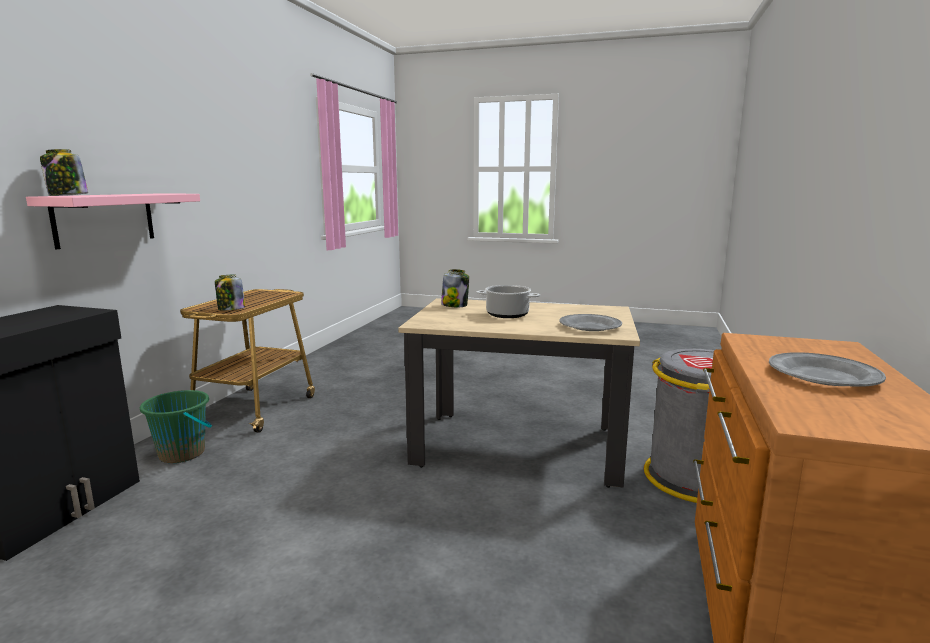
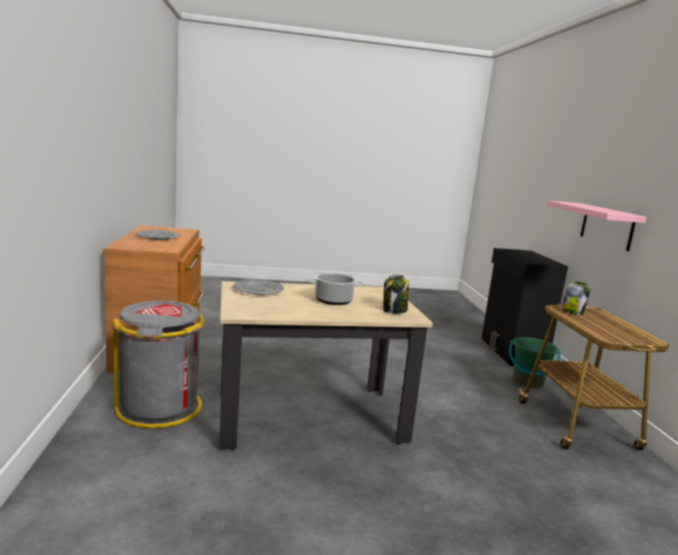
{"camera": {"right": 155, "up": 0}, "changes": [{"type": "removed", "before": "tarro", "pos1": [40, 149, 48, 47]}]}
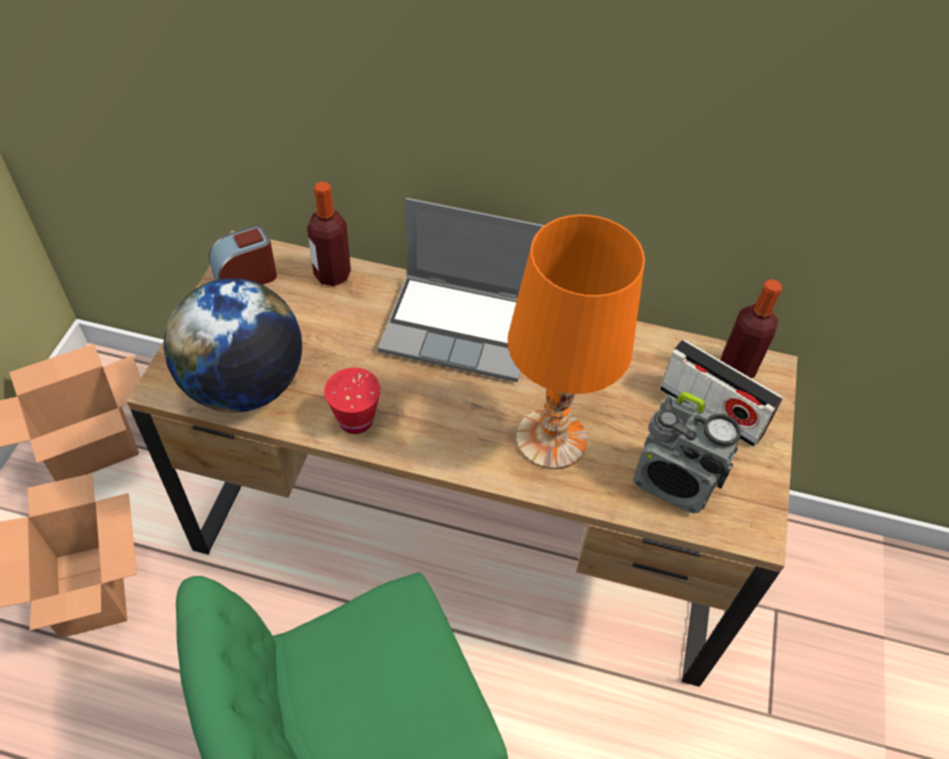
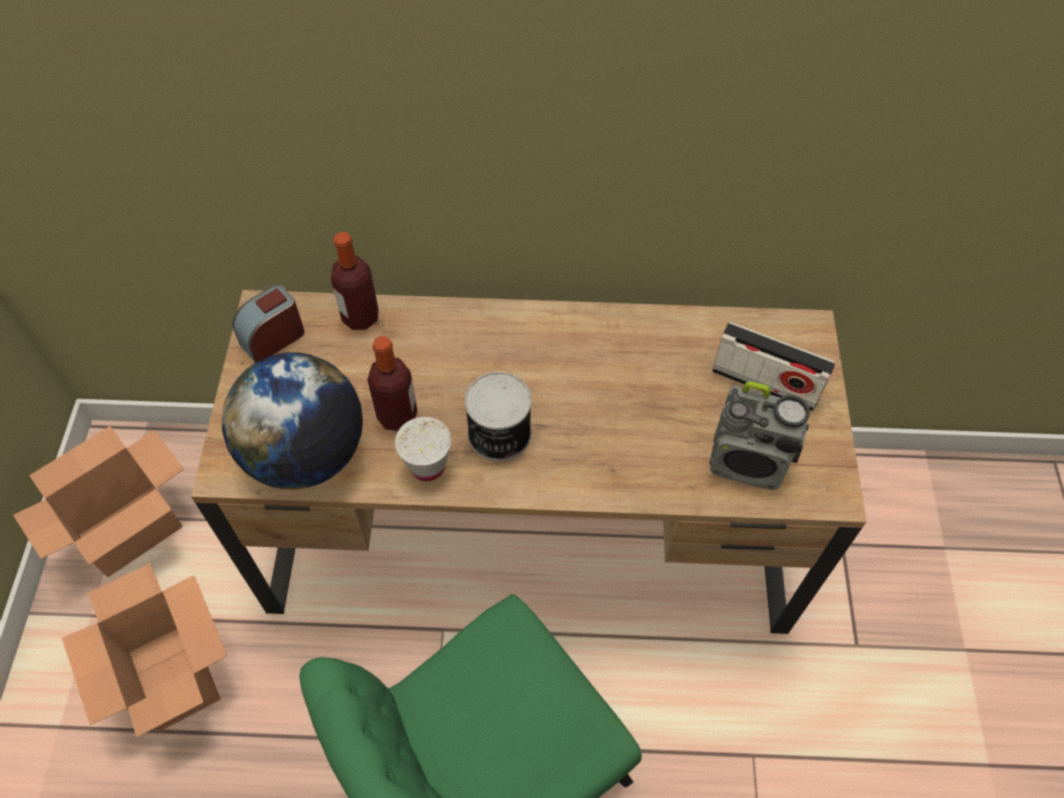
{"camera": {"right": -10, "up": 5}, "changes": [{"type": "moved", "before": "botella", "pos1": [720, 279, 62, 99], "pos2": [367, 336, 50, 95]}, {"type": "recoloured", "before": "taza [rojo]", "after": "taza [blanco]", "pos1": [324, 368, 57, 66], "pos2": [395, 417, 56, 64]}, {"type": "added", "after": "lata", "pos2": [465, 372, 67, 89]}, {"type": "removed", "before": "portátil", "pos1": [378, 198, 166, 184]}, {"type": "removed", "before": "lámpara de mesa [naranja]", "pos1": [508, 215, 137, 254]}]}
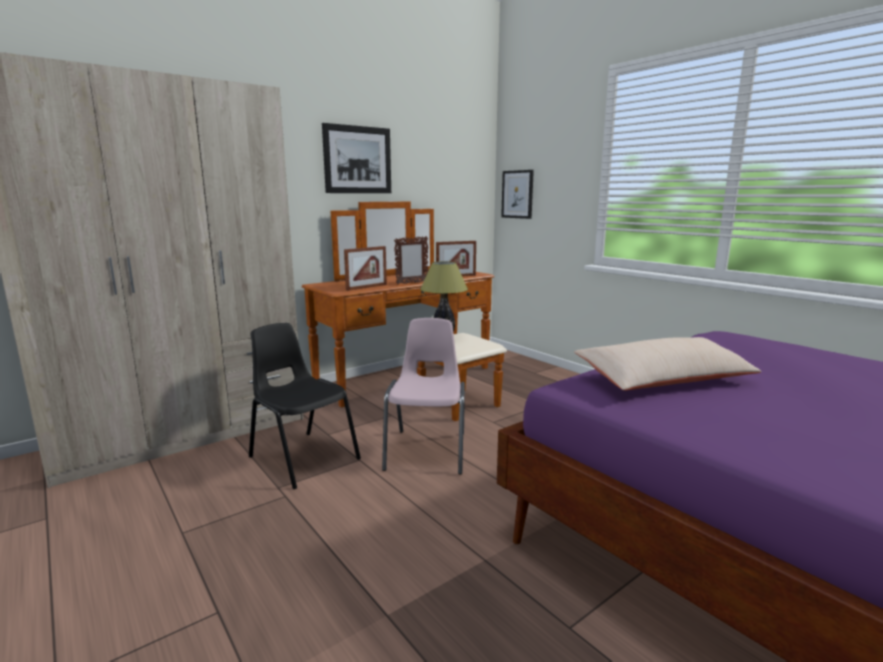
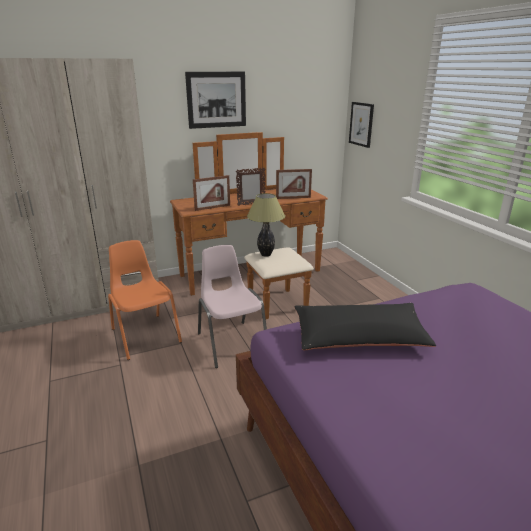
{"camera": {"right": 15, "up": 10}, "changes": [{"type": "recoloured", "before": "silla [negro]", "after": "silla [naranja]", "pos1": [249, 323, 112, 166], "pos2": [108, 240, 74, 120]}, {"type": "turned", "before": "silla [rosa]", "pos1": [382, 318, 83, 157], "pos2": [198, 245, 69, 123], "turn": -45}, {"type": "recoloured", "before": "cojín [beis]", "after": "cojín [negro]", "pos1": [574, 337, 188, 54], "pos2": [294, 303, 142, 47]}]}
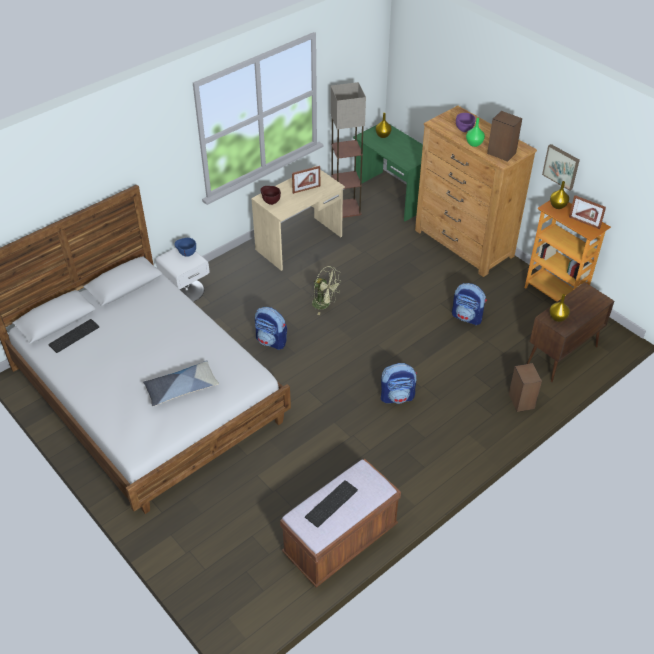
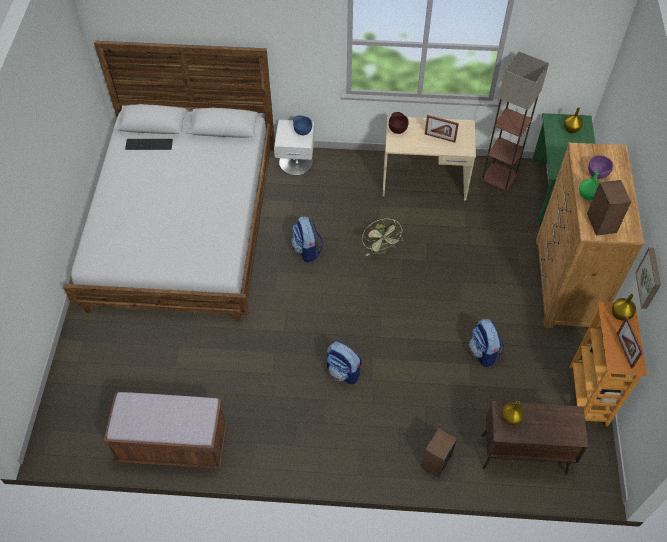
{"camera": {"right": 45, "up": 10}, "changes": [{"type": "removed", "before": "cojín", "pos1": [143, 361, 76, 45]}, {"type": "removed", "before": "teclado", "pos1": [305, 480, 53, 48]}]}
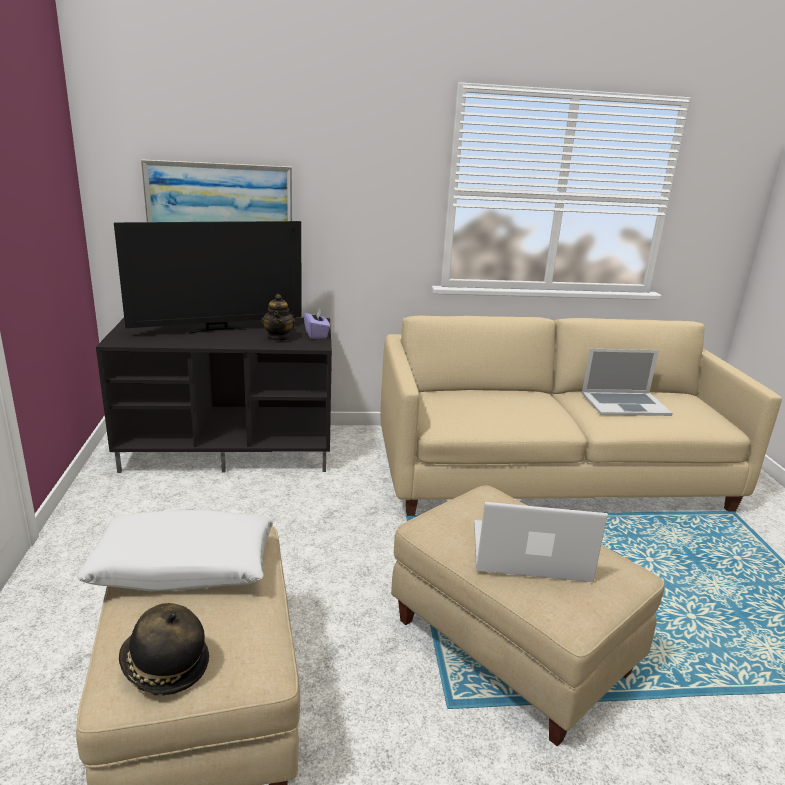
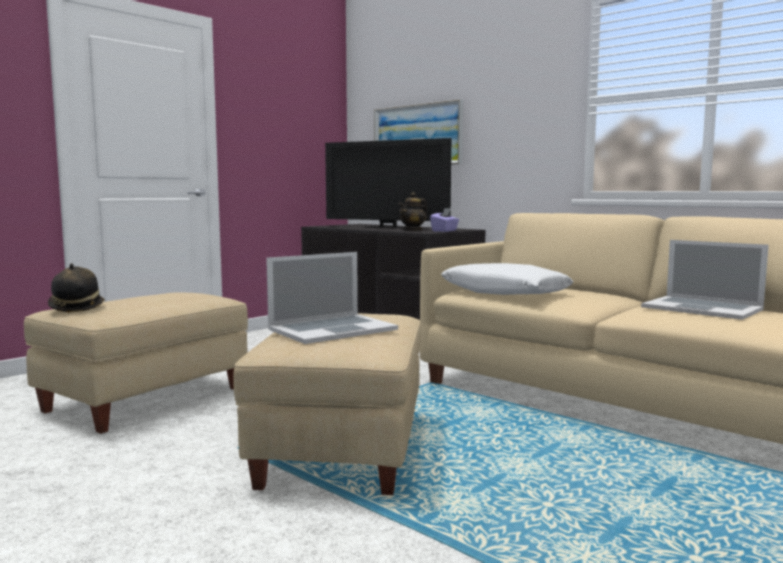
{"camera": {"right": 50, "up": -15}, "changes": [{"type": "turned", "before": "portátil", "pos1": [474, 502, 134, 80], "pos2": [266, 252, 132, 92], "turn": 90}, {"type": "moved", "before": "cojín [blanco]", "pos1": [77, 510, 196, 82], "pos2": [441, 263, 133, 32]}]}
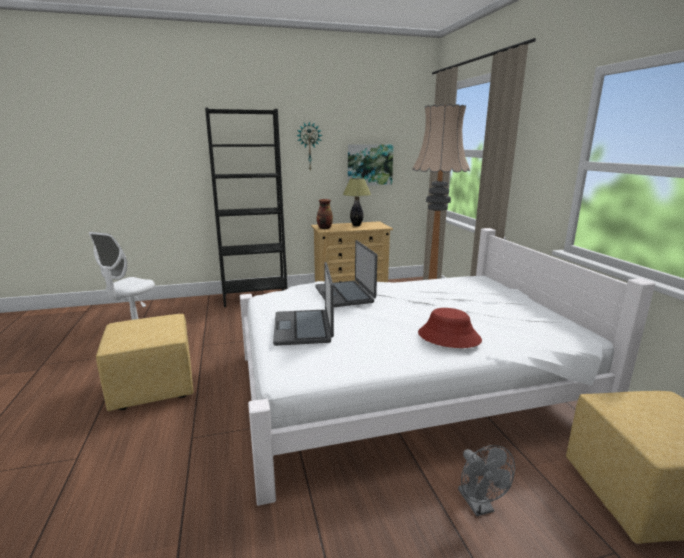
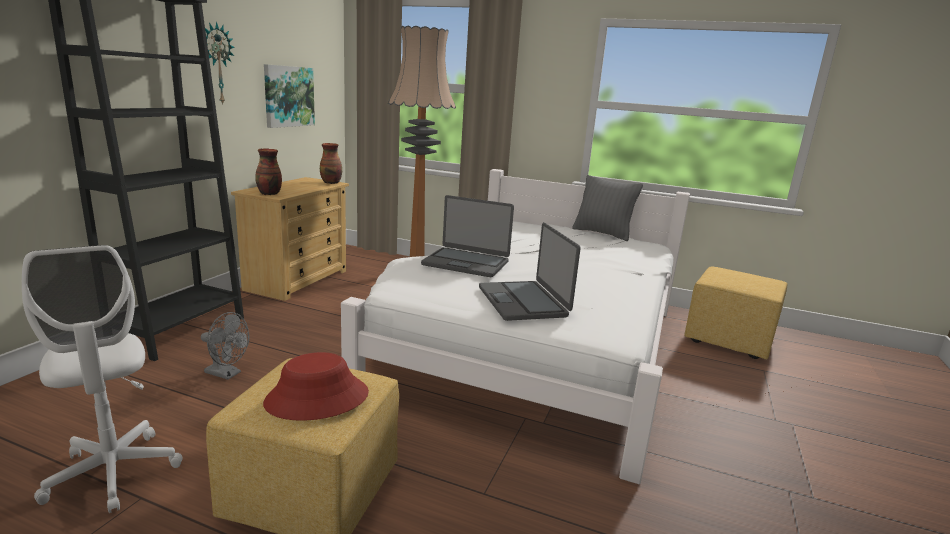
{"camera": {"right": -55, "up": 0}, "changes": [{"type": "moved", "before": "ventilador [gris]", "pos1": [458, 445, 57, 72], "pos2": [201, 312, 48, 68]}, {"type": "moved", "before": "sombrero [rojo]", "pos1": [418, 308, 64, 40], "pos2": [263, 352, 106, 69]}, {"type": "added", "after": "florero", "pos2": [320, 143, 22, 41]}, {"type": "turned", "before": "portátil", "pos1": [273, 262, 61, 84], "pos2": [479, 222, 102, 99], "turn": 45}, {"type": "added", "after": "cojín [gris]", "pos2": [572, 175, 71, 66]}, {"type": "removed", "before": "lámpara de mesa", "pos1": [343, 178, 28, 48]}]}
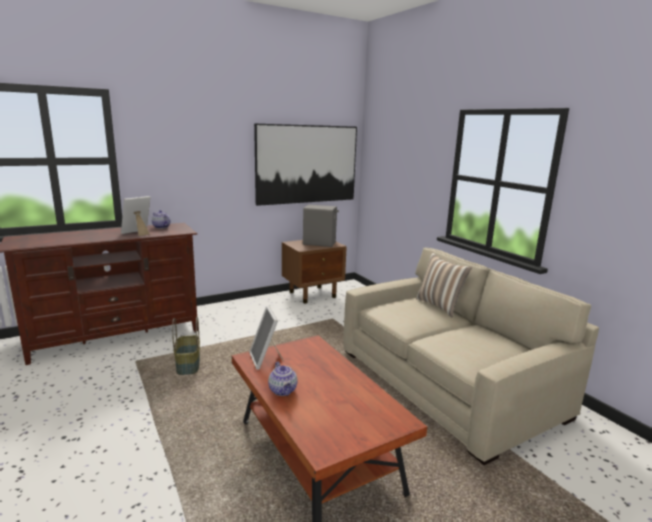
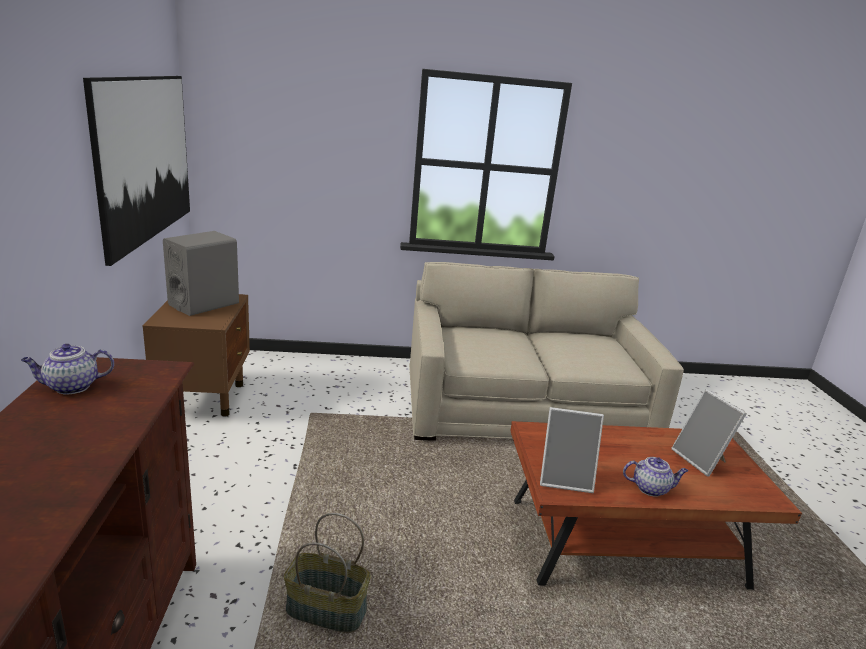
{"camera": {"right": -65, "up": 5}, "changes": [{"type": "moved", "before": "portarretratos", "pos1": [121, 196, 29, 40], "pos2": [671, 389, 76, 87]}, {"type": "removed", "before": "cojín", "pos1": [416, 253, 56, 64]}]}
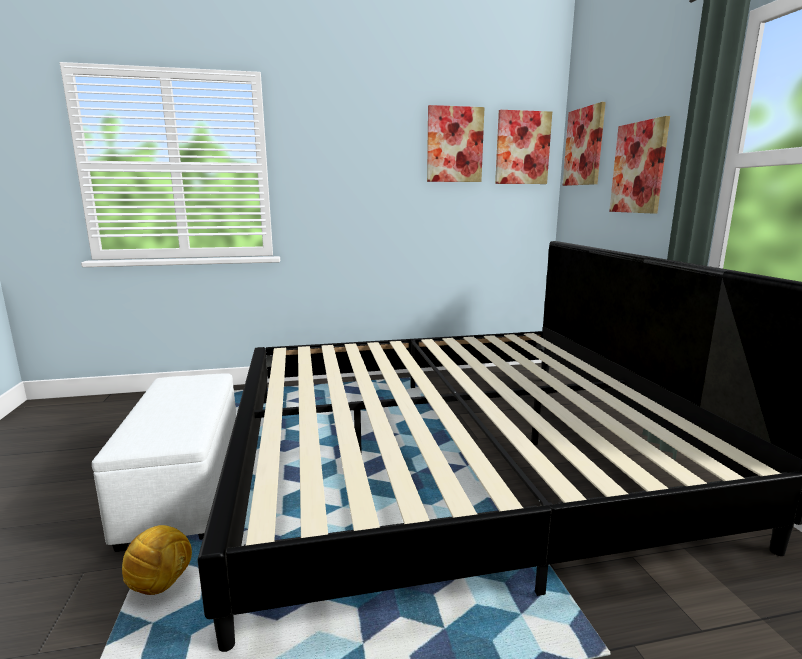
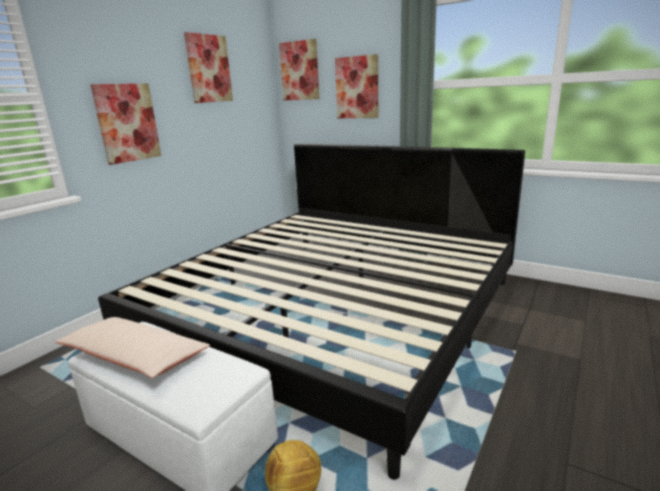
{"camera": {"right": -45, "up": 5}, "changes": [{"type": "added", "after": "cojín [beis]", "pos2": [55, 317, 155, 61]}, {"type": "moved", "before": "cuadro", "pos1": [495, 110, 57, 74], "pos2": [90, 84, 71, 81]}]}
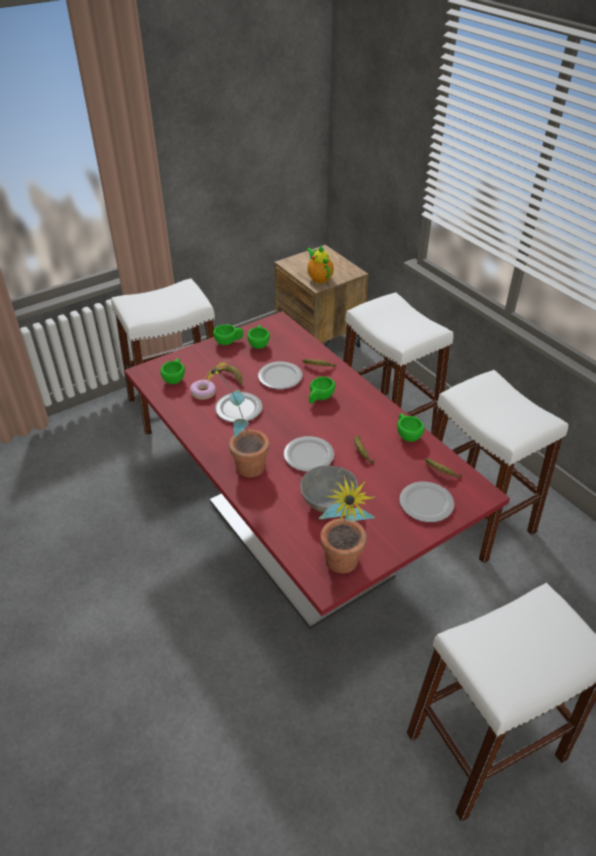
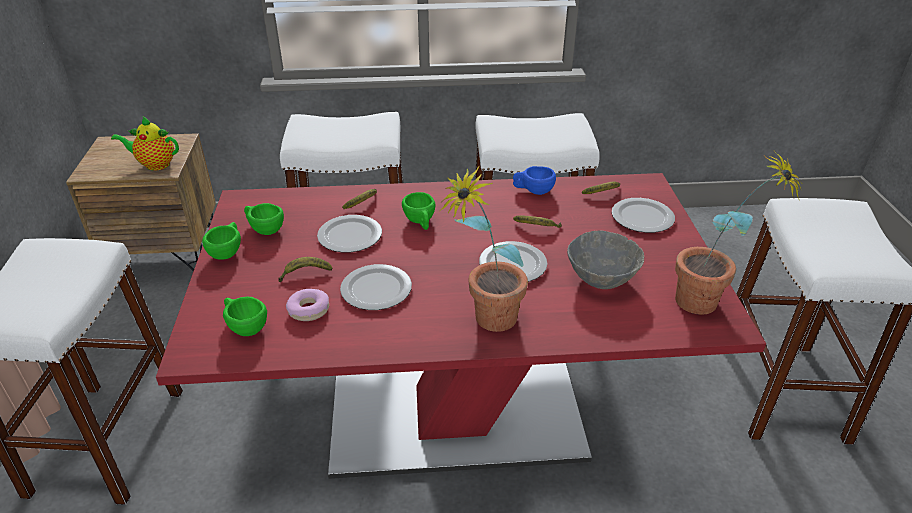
{"camera": {"right": -60, "up": -5}, "changes": [{"type": "recoloured", "before": "taza [verde]", "after": "taza [azul]", "pos1": [397, 413, 27, 29], "pos2": [513, 166, 43, 29]}]}
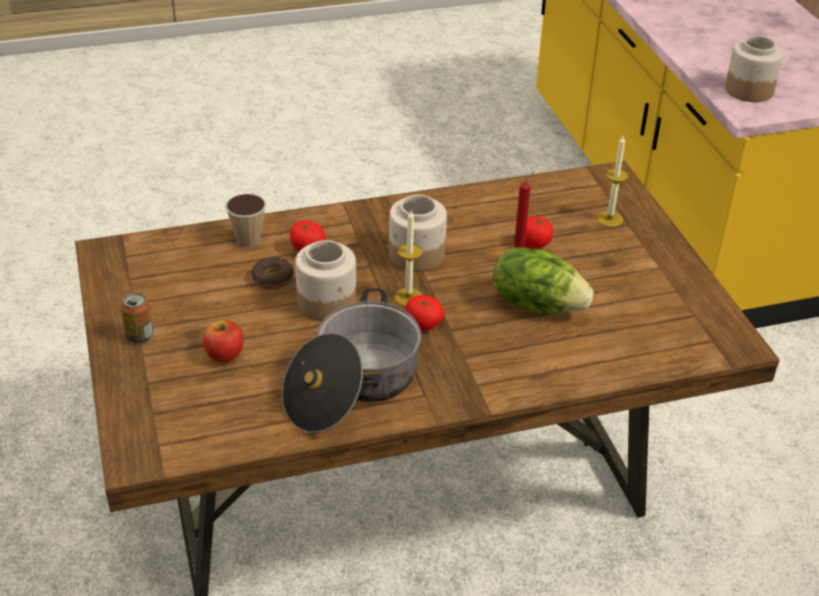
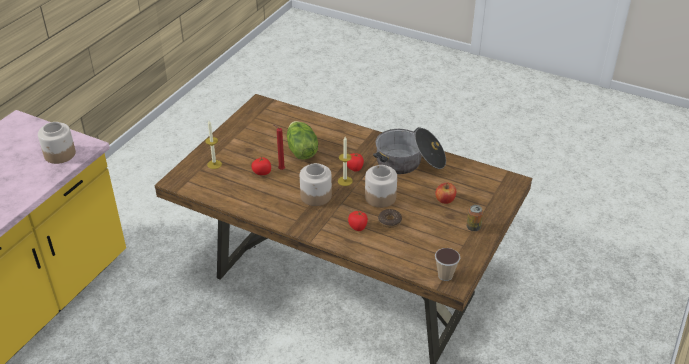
{"camera": {"right": -135, "up": 0}, "changes": [{"type": "moved", "before": "taza", "pos1": [225, 194, 41, 53], "pos2": [435, 248, 25, 33]}]}
